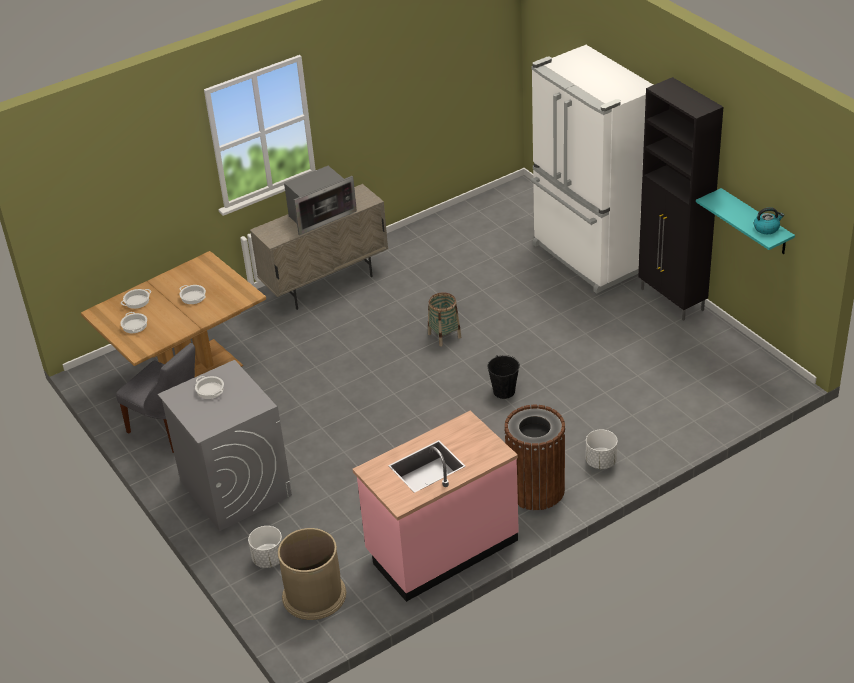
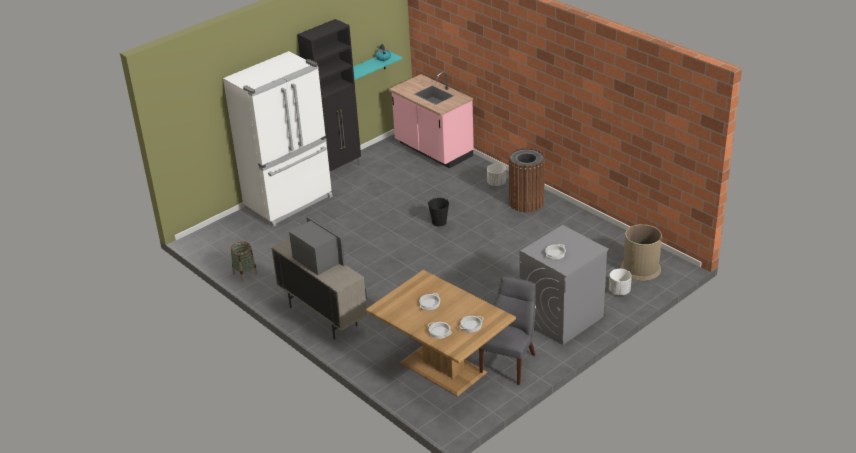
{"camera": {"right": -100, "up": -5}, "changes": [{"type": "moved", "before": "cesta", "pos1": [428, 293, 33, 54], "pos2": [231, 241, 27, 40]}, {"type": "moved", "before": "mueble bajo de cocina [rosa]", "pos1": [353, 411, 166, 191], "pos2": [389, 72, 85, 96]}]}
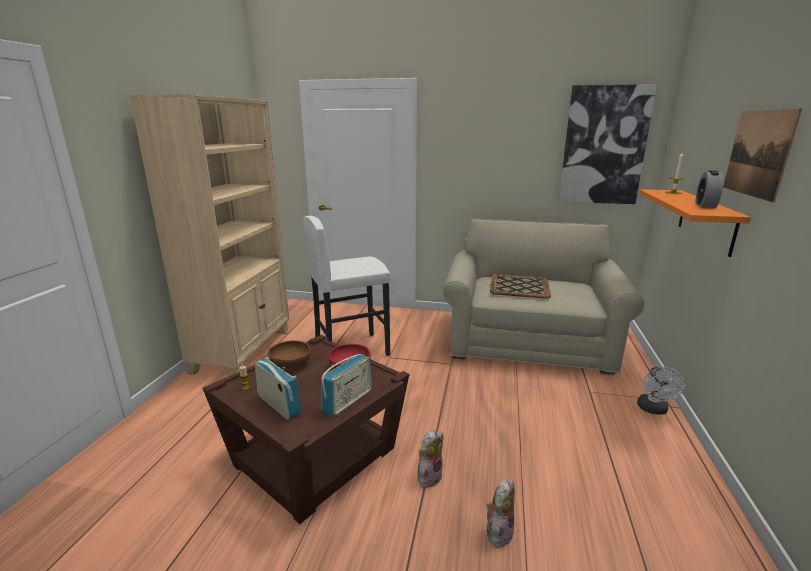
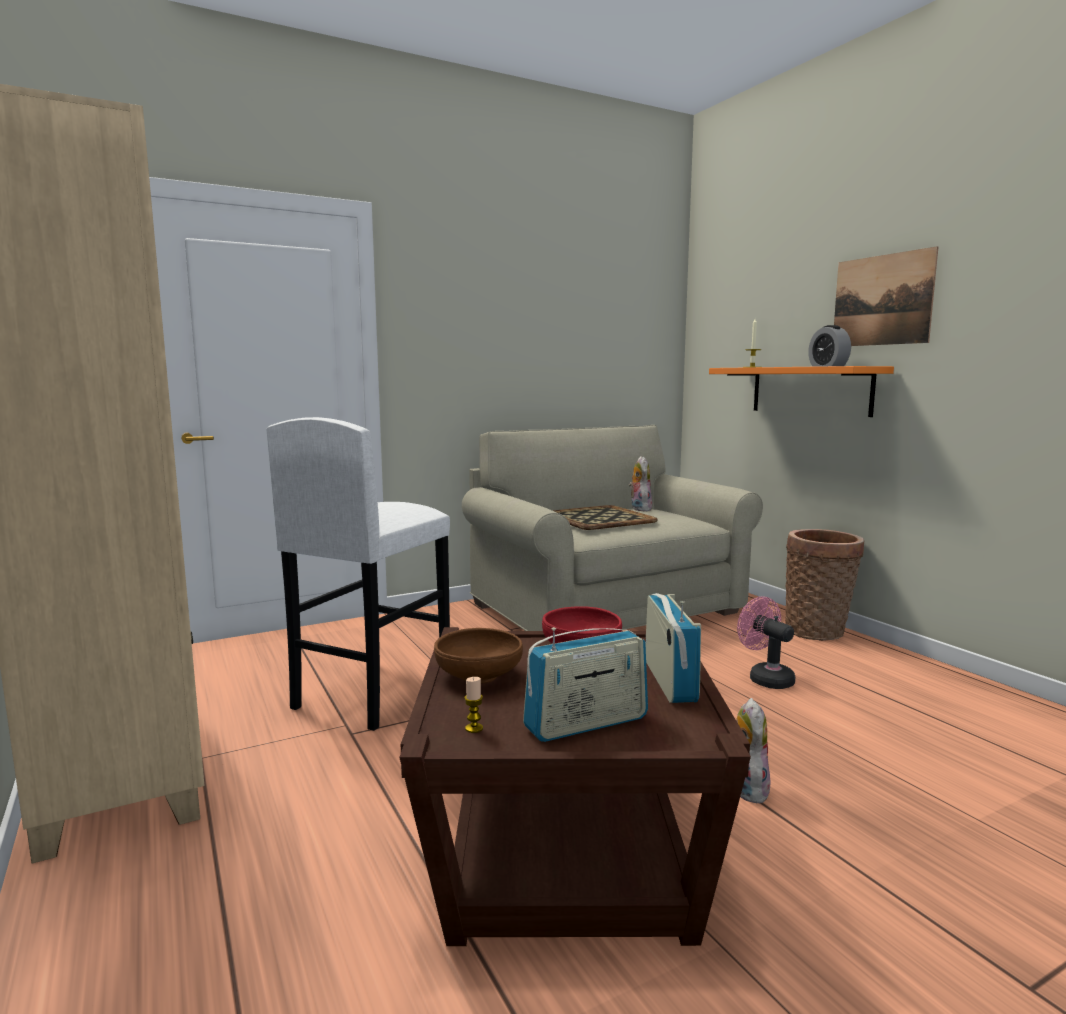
{"camera": {"right": -40, "up": -10}, "changes": [{"type": "turned", "before": "radio", "pos1": [255, 357, 46, 63], "pos2": [523, 627, 125, 115], "turn": 150}, {"type": "moved", "before": "peluche", "pos1": [486, 479, 29, 69], "pos2": [629, 456, 23, 55]}, {"type": "added", "after": "ventilador [rosa]", "pos2": [737, 596, 58, 93]}, {"type": "replaced", "before": "ventilador [blanco]", "after": "cesta", "pos1": [637, 367, 48, 48], "pos2": [785, 529, 79, 112]}, {"type": "removed", "before": "cuadro", "pos1": [559, 84, 98, 120]}]}
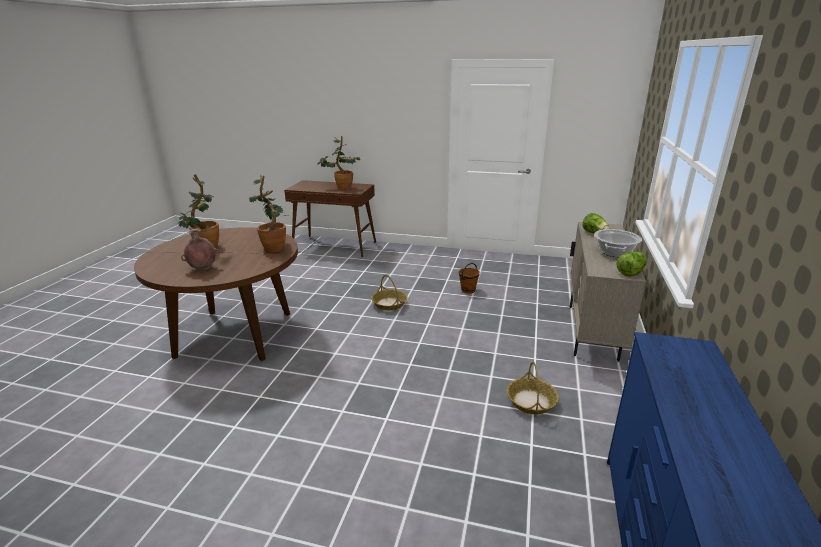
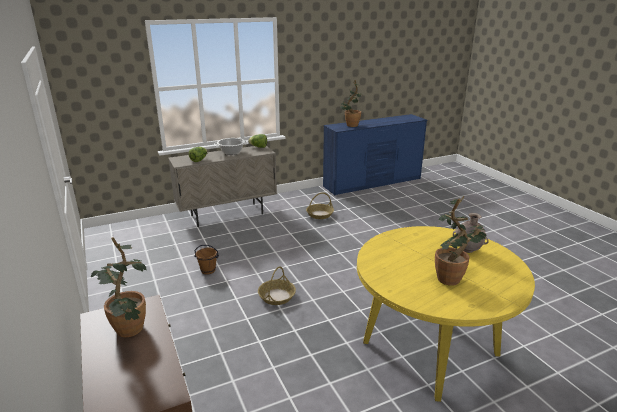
{"camera": {"right": -130, "up": 0}, "changes": [{"type": "moved", "before": "planta en maceta", "pos1": [249, 175, 39, 77], "pos2": [340, 80, 21, 47]}, {"type": "recoloured", "before": "mesa de comedor [marrón]", "after": "mesa de comedor [amarillo]", "pos1": [134, 227, 164, 134], "pos2": [357, 226, 178, 176]}]}
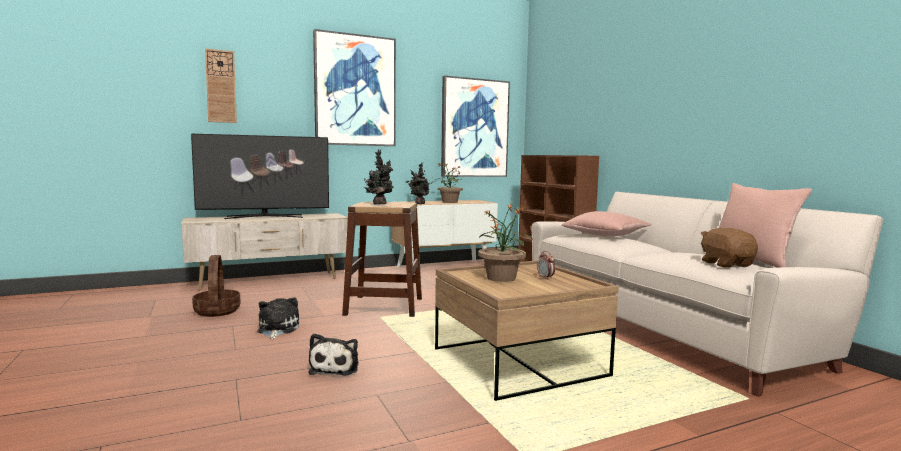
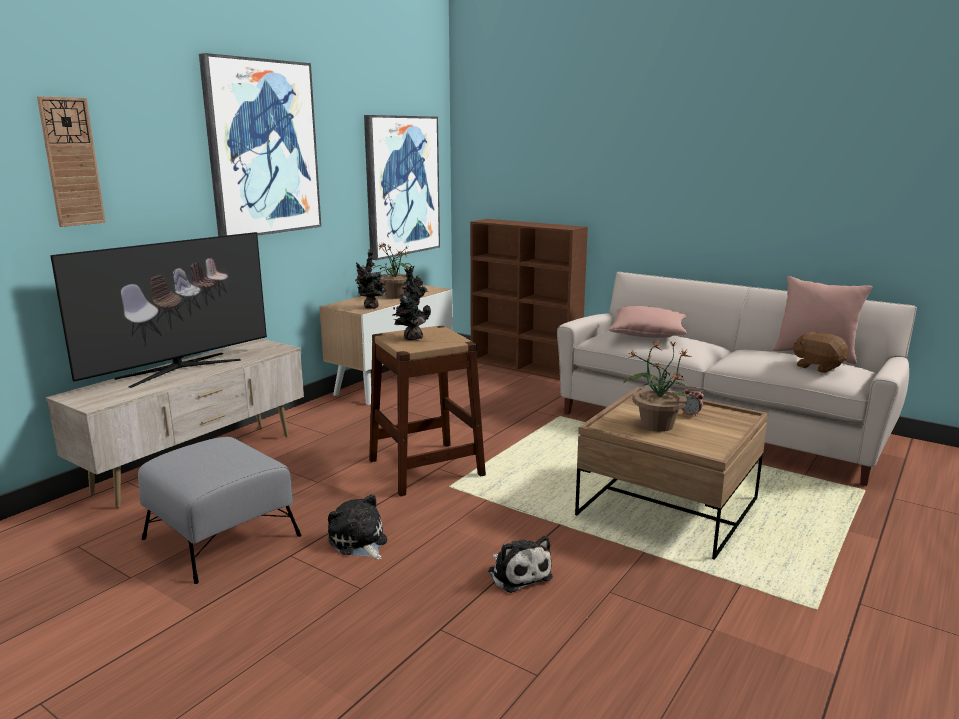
{"camera": {"right": -30, "up": 10}, "changes": [{"type": "replaced", "before": "cesta", "after": "puf [gris]", "pos1": [192, 255, 49, 62], "pos2": [138, 437, 164, 147]}]}
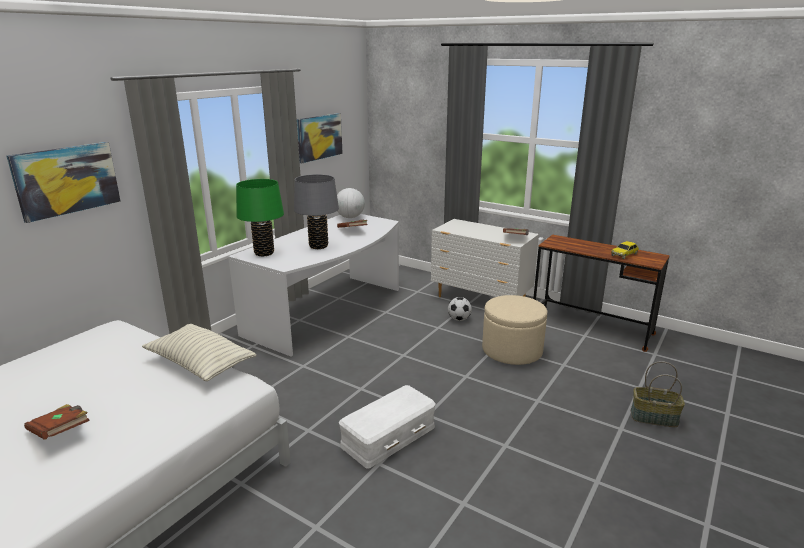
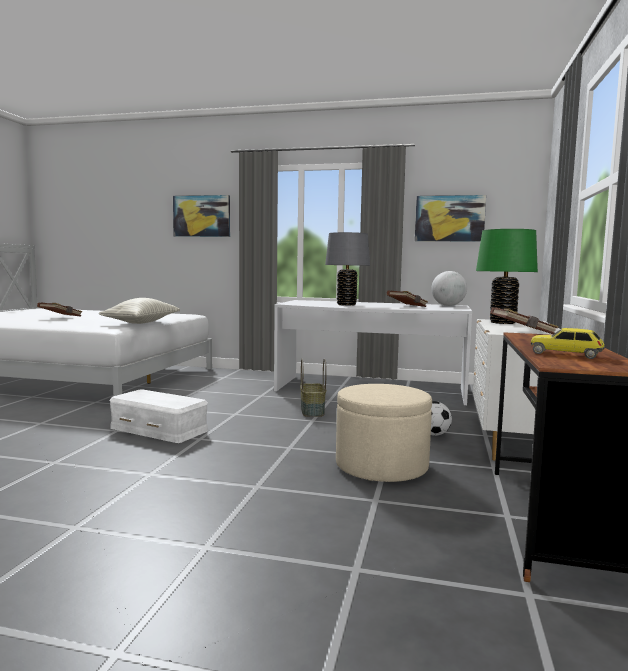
{"camera": {"right": 70, "up": -15}, "changes": [{"type": "moved", "before": "cesta", "pos1": [631, 361, 54, 66], "pos2": [300, 358, 27, 59]}, {"type": "moved", "before": "lámpara de mesa [verde]", "pos1": [236, 179, 48, 77], "pos2": [476, 229, 62, 95]}]}
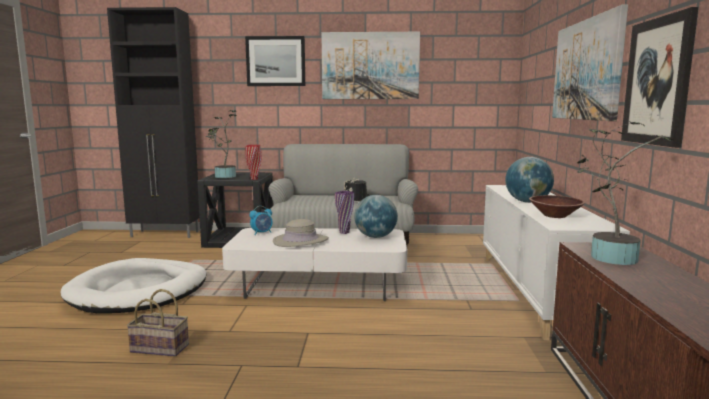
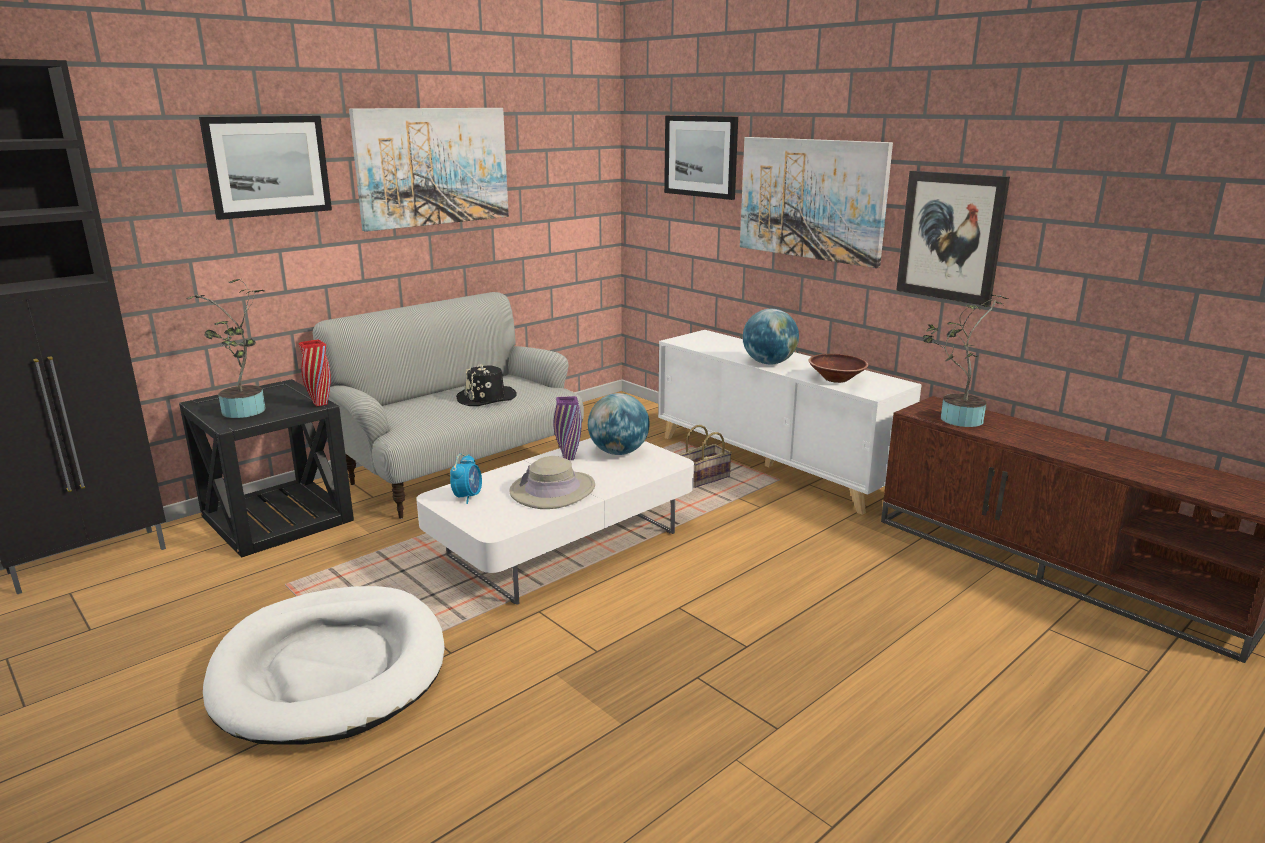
{"camera": {"right": -45, "up": 10}, "changes": [{"type": "added", "after": "cuadro", "pos2": [664, 116, 74, 84]}, {"type": "moved", "before": "cesta", "pos1": [126, 289, 63, 68], "pos2": [679, 425, 53, 63]}]}
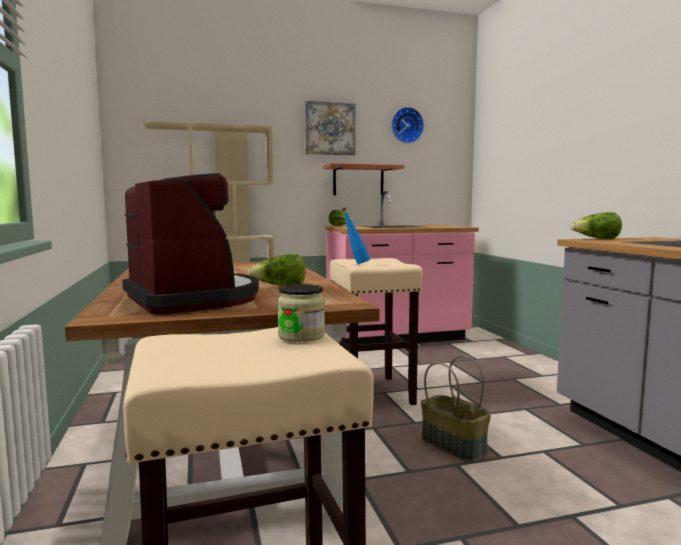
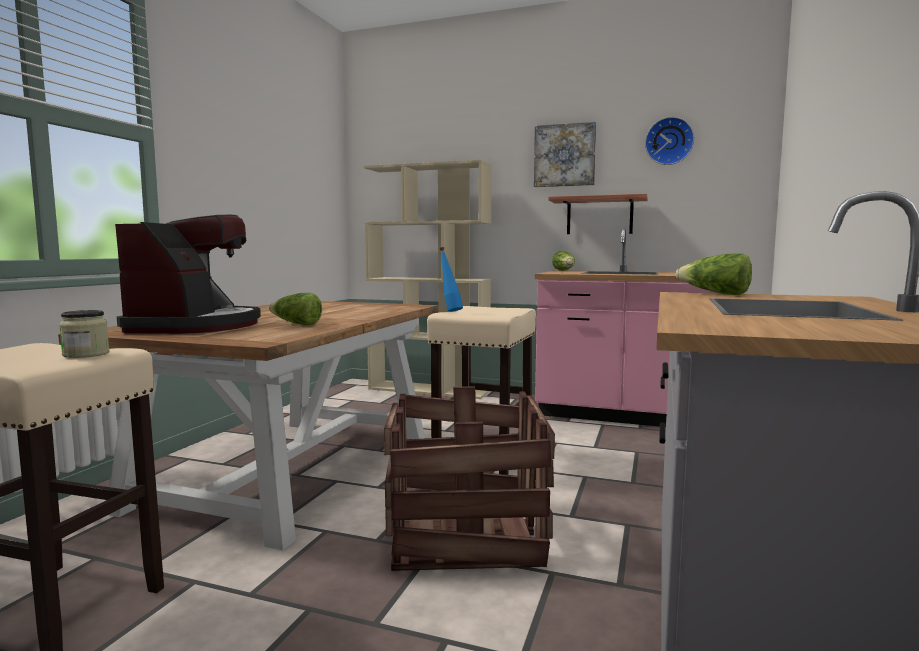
{"camera": {"right": 35, "up": 0}, "changes": [{"type": "replaced", "before": "cesta", "after": "caja de embalaje", "pos1": [421, 355, 70, 106], "pos2": [384, 386, 171, 185]}]}
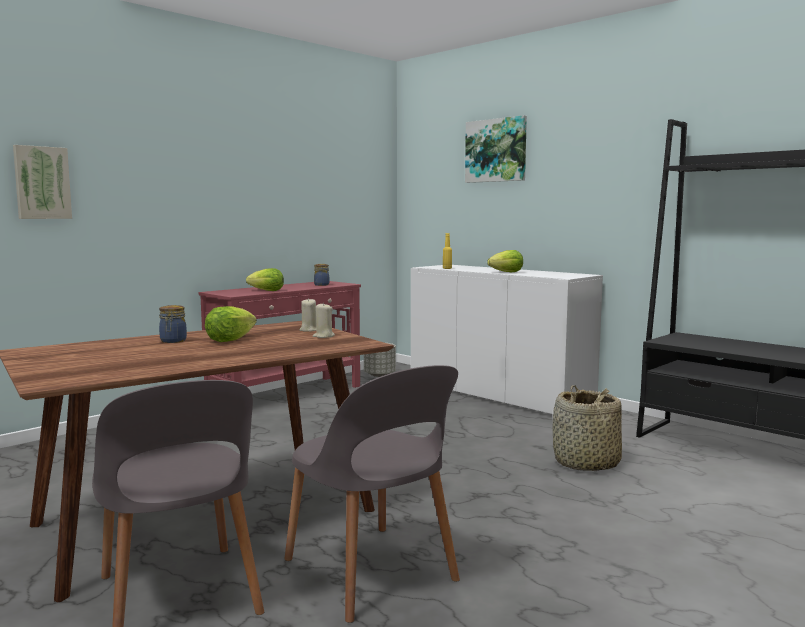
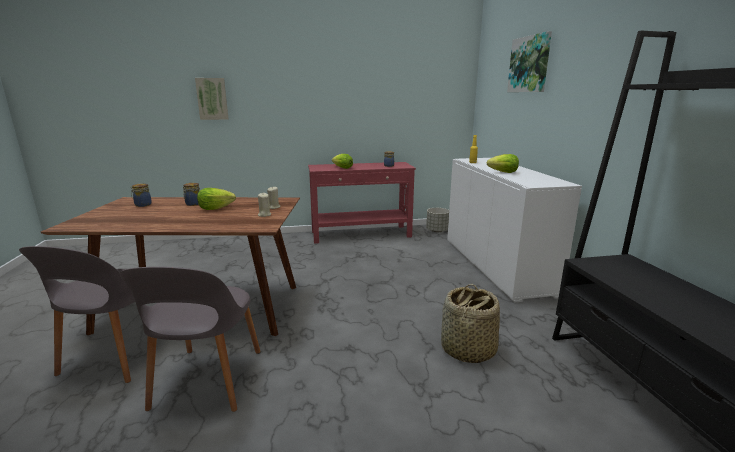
{"camera": {"right": 35, "up": 10}, "changes": [{"type": "added", "after": "tarro", "pos2": [131, 183, 21, 24]}]}
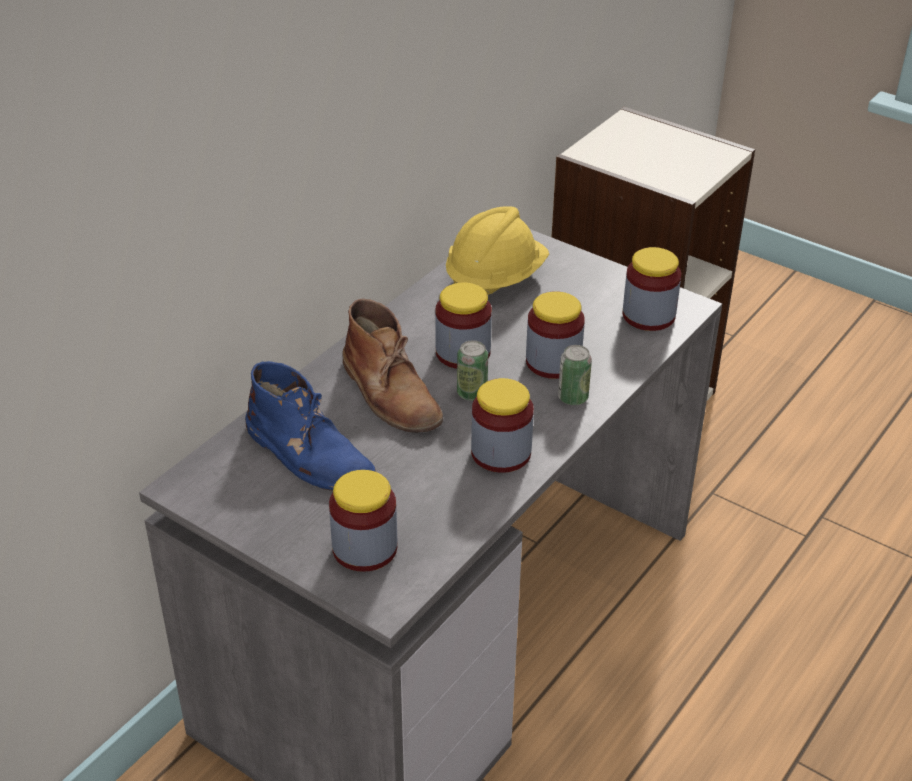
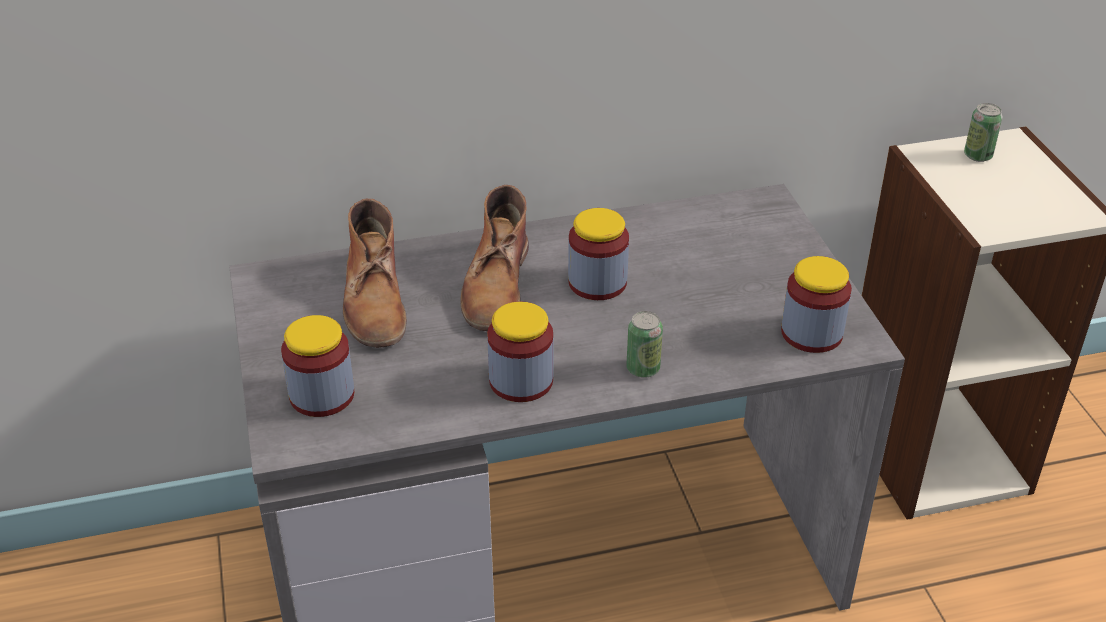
{"camera": {"right": 40, "up": 0}, "changes": [{"type": "recoloured", "before": "bota [azul]", "after": "bota [marrón]", "pos1": [245, 361, 131, 130], "pos2": [343, 199, 64, 149]}, {"type": "moved", "before": "lata", "pos1": [457, 340, 31, 61], "pos2": [964, 103, 39, 59]}, {"type": "removed", "before": "casco [amarillo]", "pos1": [446, 206, 103, 89]}, {"type": "removed", "before": "tarro", "pos1": [526, 291, 59, 88]}]}
